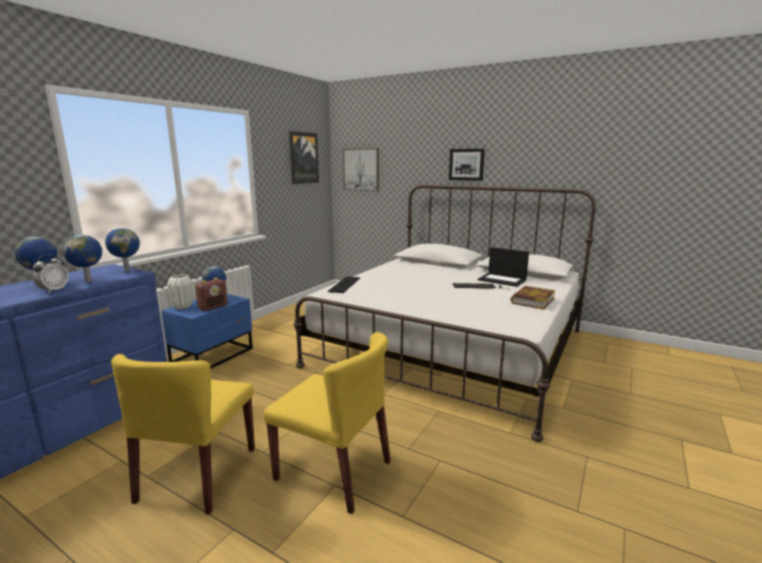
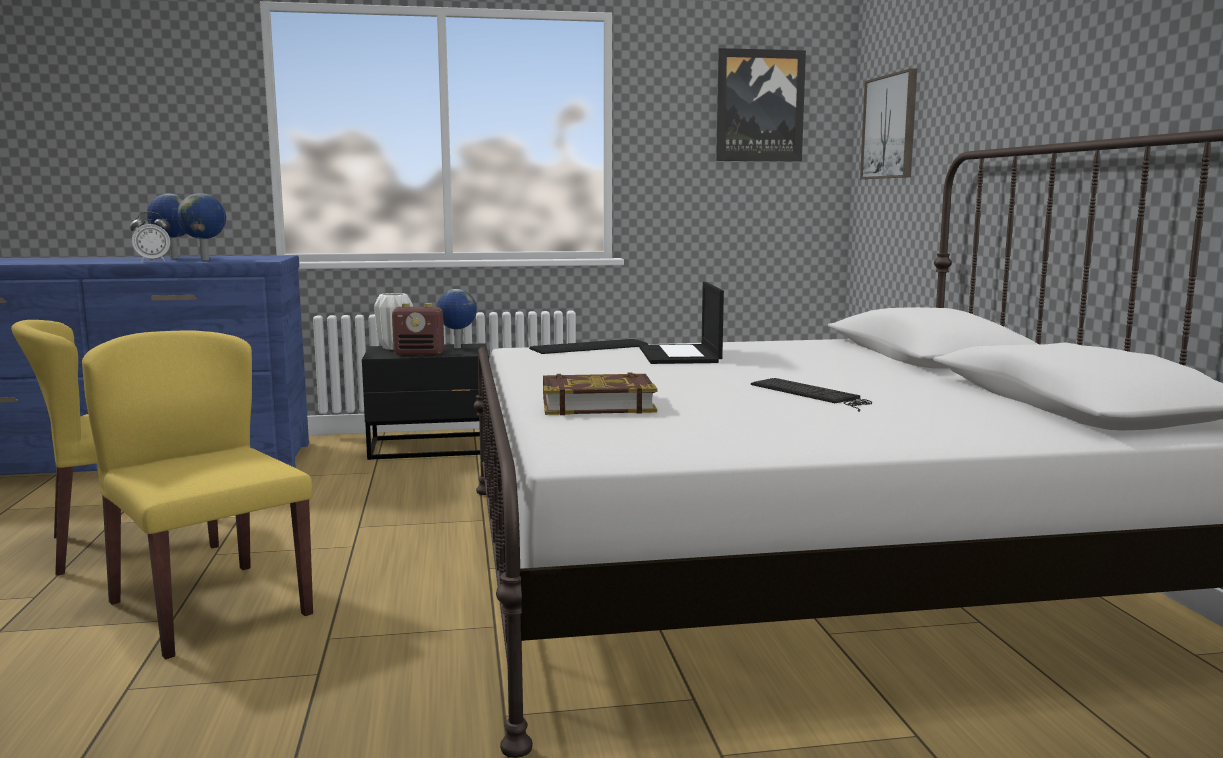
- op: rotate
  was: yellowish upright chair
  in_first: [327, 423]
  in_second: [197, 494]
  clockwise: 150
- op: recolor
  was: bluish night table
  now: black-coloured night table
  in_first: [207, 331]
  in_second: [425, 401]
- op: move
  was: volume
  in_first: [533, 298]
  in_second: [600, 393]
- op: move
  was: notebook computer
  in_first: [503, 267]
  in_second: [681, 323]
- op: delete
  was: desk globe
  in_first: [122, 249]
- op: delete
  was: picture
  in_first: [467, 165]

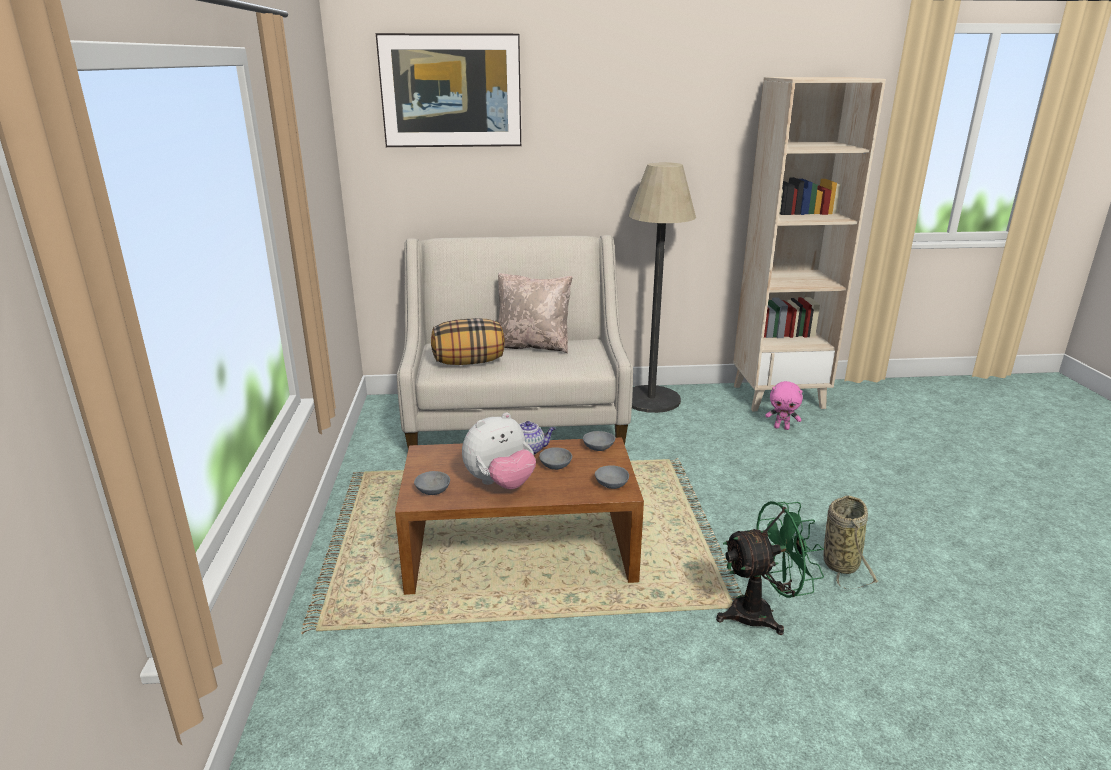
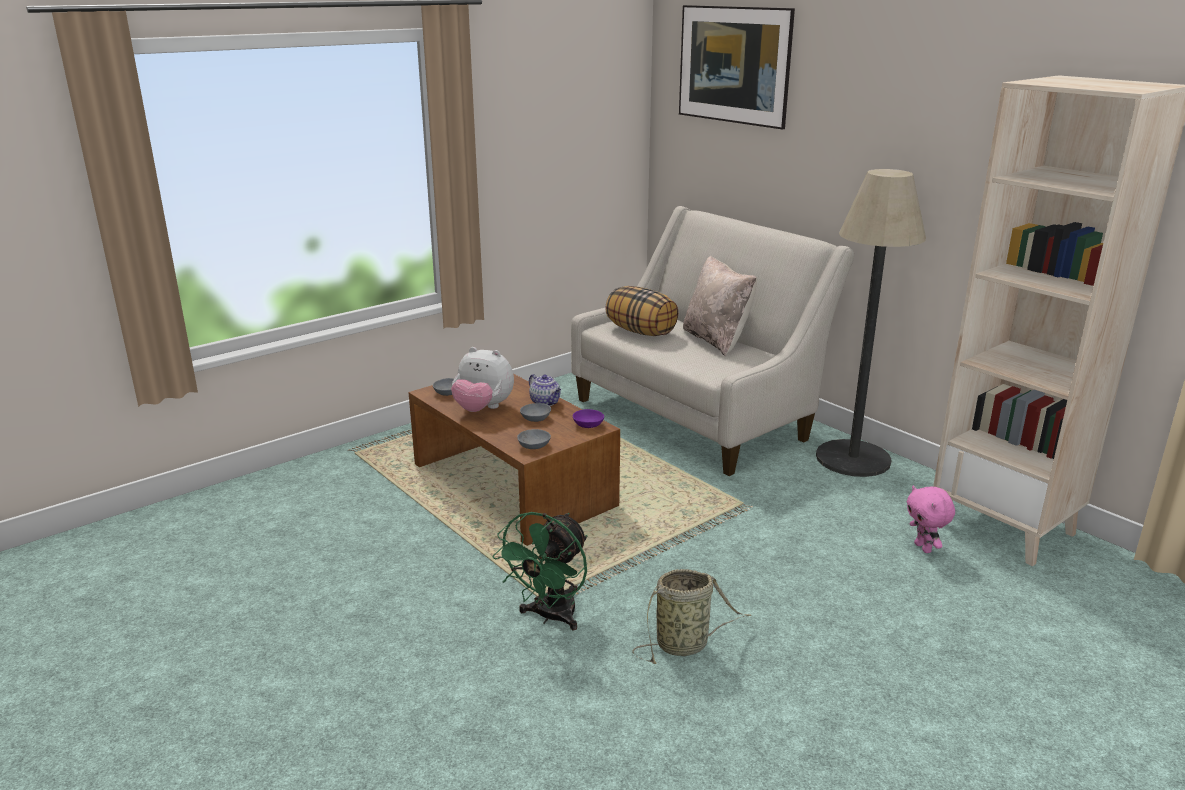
- op: rotate
  was: green-coloured electric fan
  in_first: [770, 568]
  in_second: [539, 571]
  clockwise: 75
- op: recolor
  was: gray bowl
  now: purple-coloured bowl
  in_first: [599, 441]
  in_second: [588, 418]

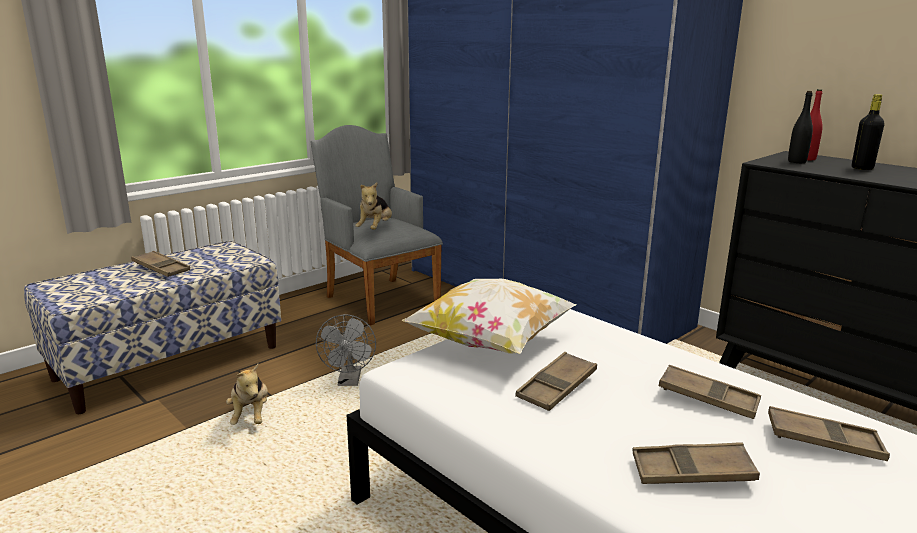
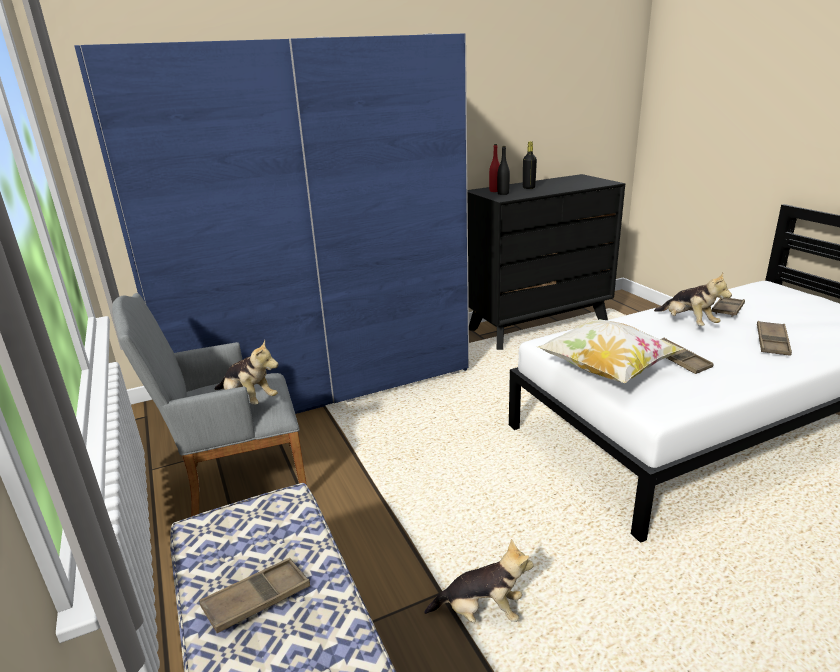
- op: replace
  was: brown serving tray
  now: soft toy
  in_first: [709, 392]
  in_second: [693, 299]
- op: delete
  was: gray electric fan
  in_first: [346, 350]

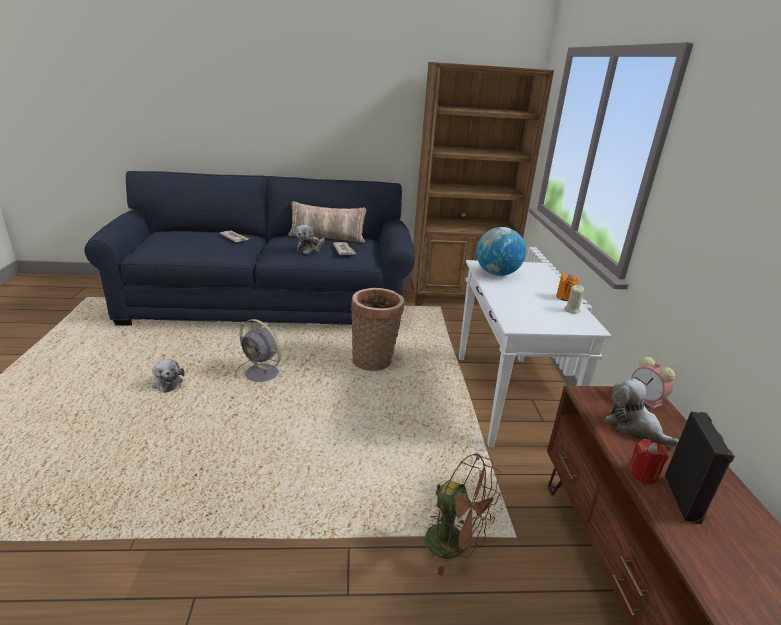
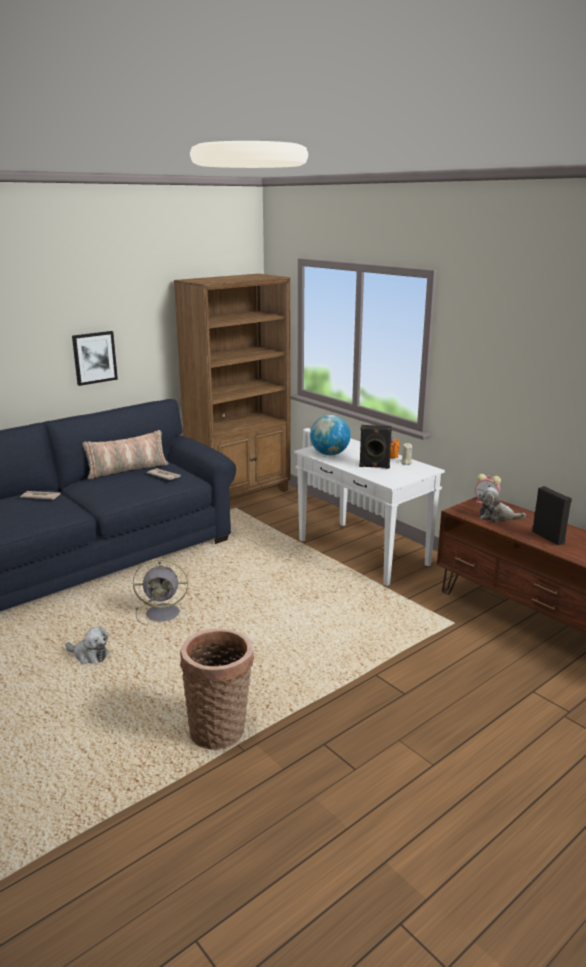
- op: insert
  now: picture
  in_second: [95, 358]
- op: move
  was: storage basket
  in_first: [377, 329]
  in_second: [217, 689]
- op: insert
  now: black-coloured audio speaker
  in_second: [375, 447]
- op: delete
  was: soft toy
  in_first: [310, 239]
- op: delete
  was: brown electric fan
  in_first: [463, 514]
- op: delete
  was: red candle
  in_first: [648, 461]

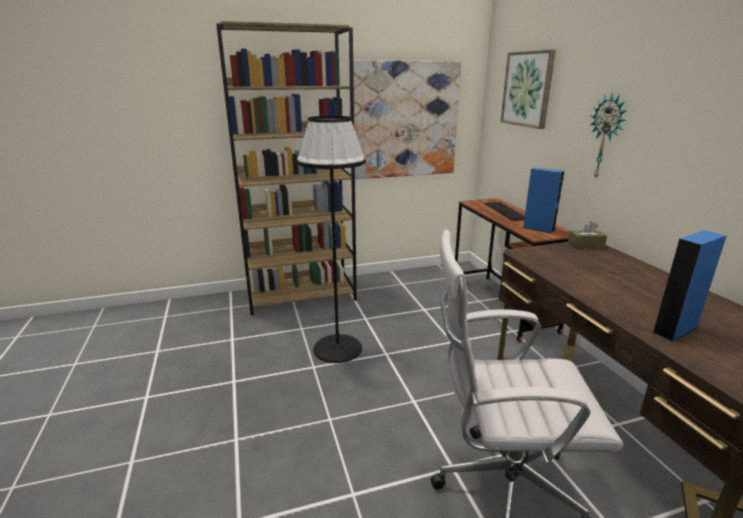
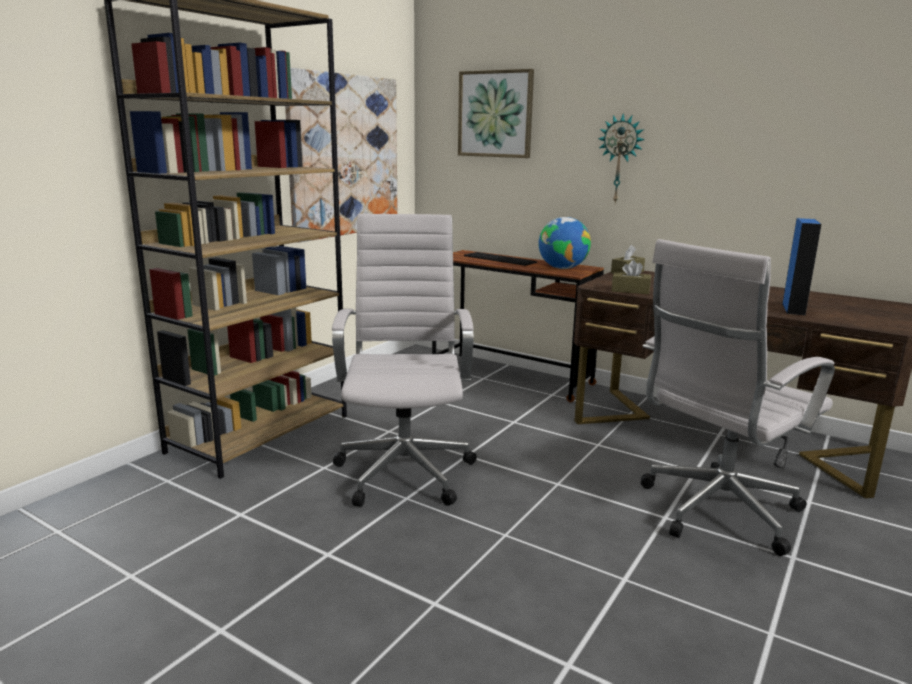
- op: replace
  was: black-coloured standing lamp
  now: white desk chair
  in_first: [331, 239]
  in_second: [404, 360]
- op: replace
  was: bluish audio speaker
  now: desk globe
  in_first: [543, 201]
  in_second: [565, 243]
- op: insert
  now: brown tissue box
  in_second: [631, 277]

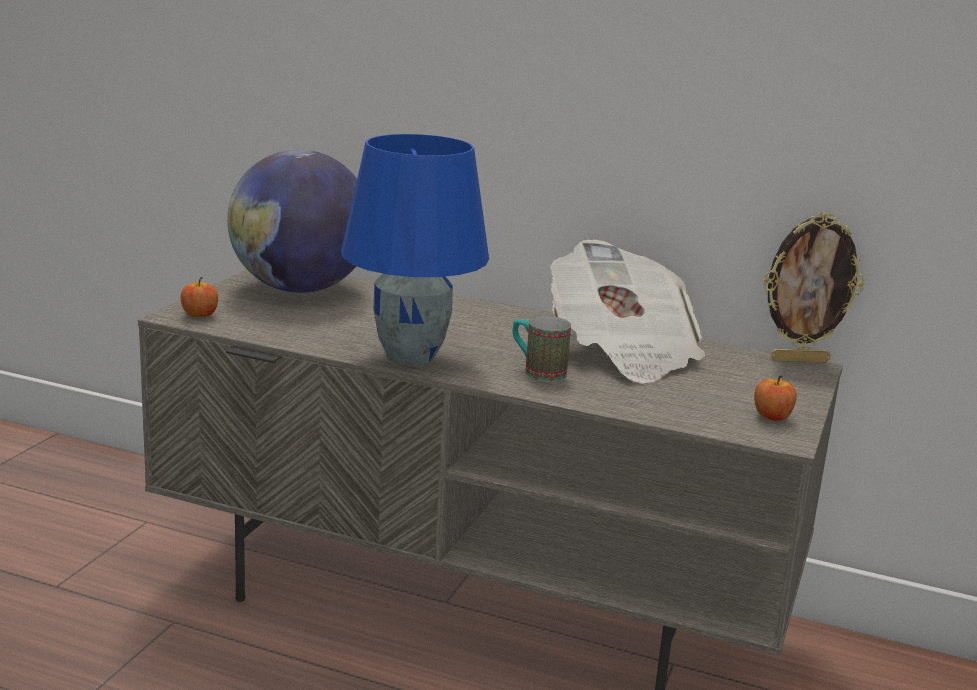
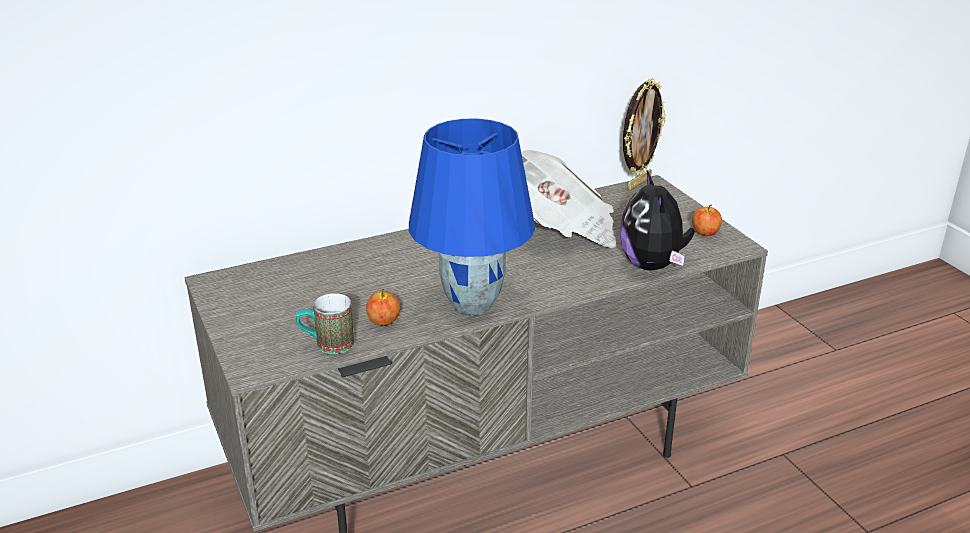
- op: move
  was: tea mug
  in_first: [542, 349]
  in_second: [325, 323]
- op: move
  was: apple
  in_first: [199, 297]
  in_second: [383, 307]
- op: insert
  now: soft toy
  in_second: [657, 220]
- op: delete
  was: desk globe
  in_first: [292, 221]

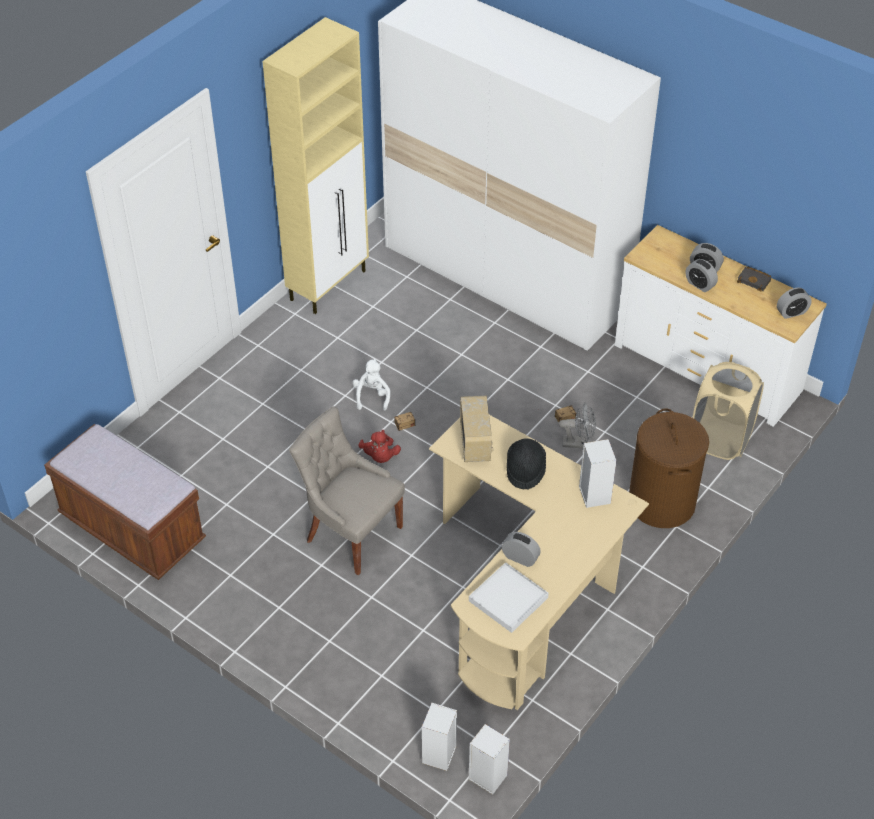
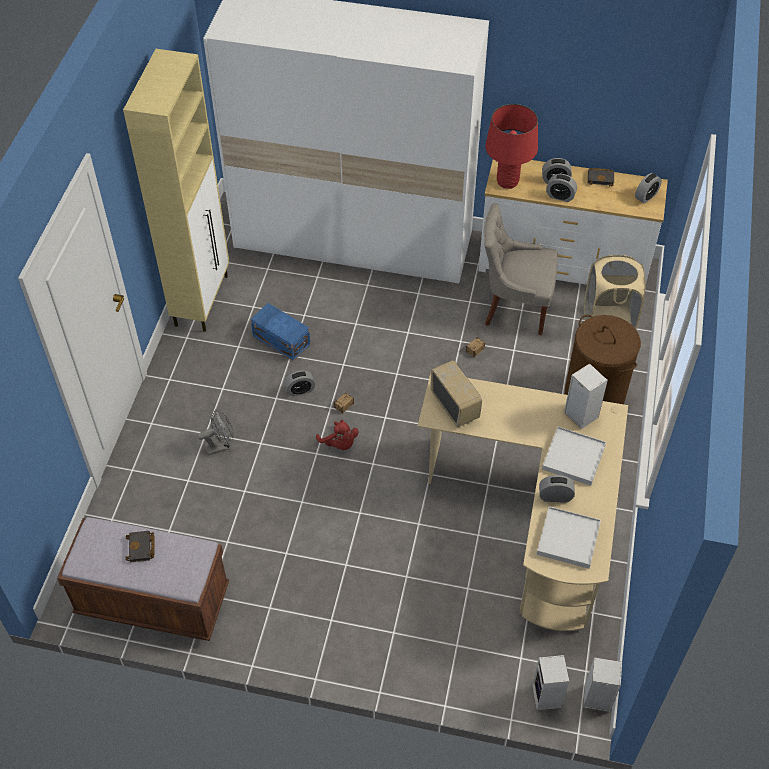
- op: insert
  now: black-coloured volume
  in_second: [140, 546]
- op: move
  was: gray electric fan
  in_first: [577, 425]
  in_second: [216, 432]
- op: insert
  now: bluish storage box
  in_second: [281, 332]
- op: replace
  was: white soft toy
  now: bedside clock
  in_first: [371, 384]
  in_second: [299, 383]
- op: move
  was: gray upright chair
  in_first: [347, 490]
  in_second: [521, 269]
- op: insert
  now: red table lamp
  in_second: [511, 146]
- op: insert
  now: white serving tray
  in_second: [574, 456]
- op: delete
  was: black-coloured hat
  in_first: [526, 464]

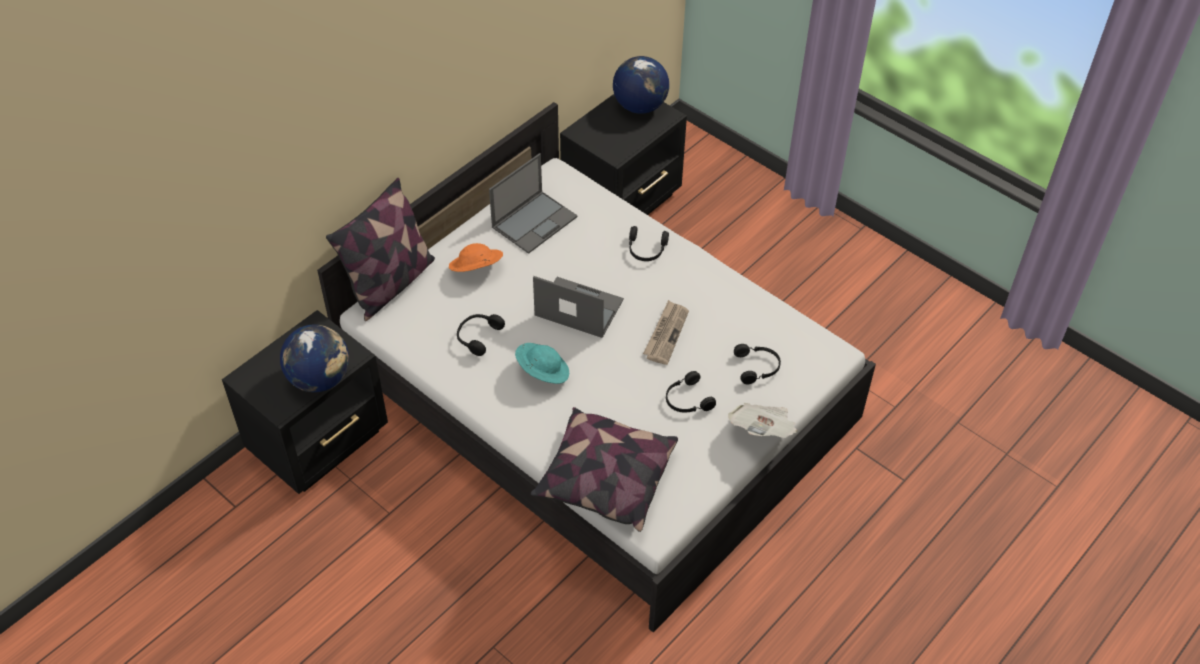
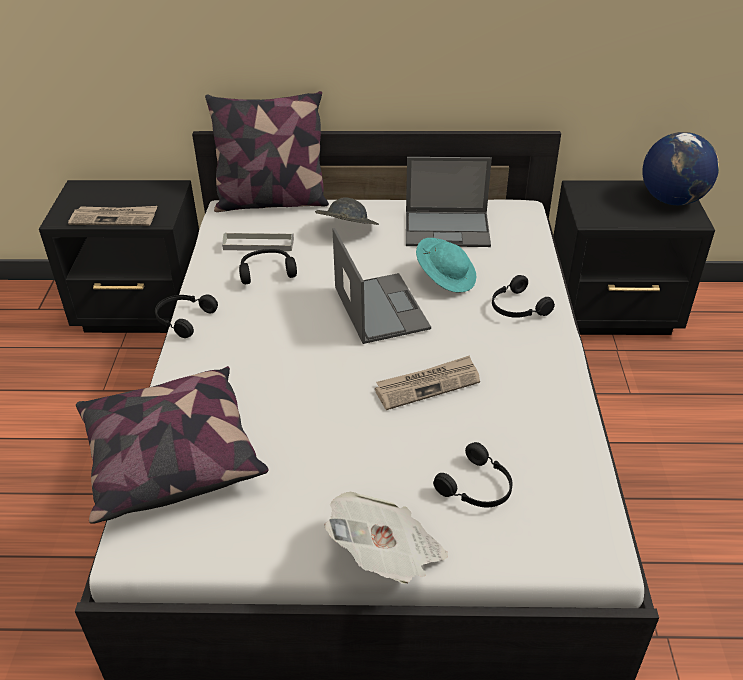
- op: replace
  was: desk globe
  now: printed paper
  in_first: [314, 358]
  in_second: [112, 216]
- op: move
  was: black-coloured headset
  in_first: [691, 392]
  in_second: [186, 316]
- op: insert
  now: gray serving tray
  in_second: [258, 241]
- op: recolor
  was: orange-coloured hat
  now: gray hat
  in_first: [476, 257]
  in_second: [347, 211]
- op: move
  was: turquoise-coloured hat
  in_first: [542, 363]
  in_second: [446, 265]

